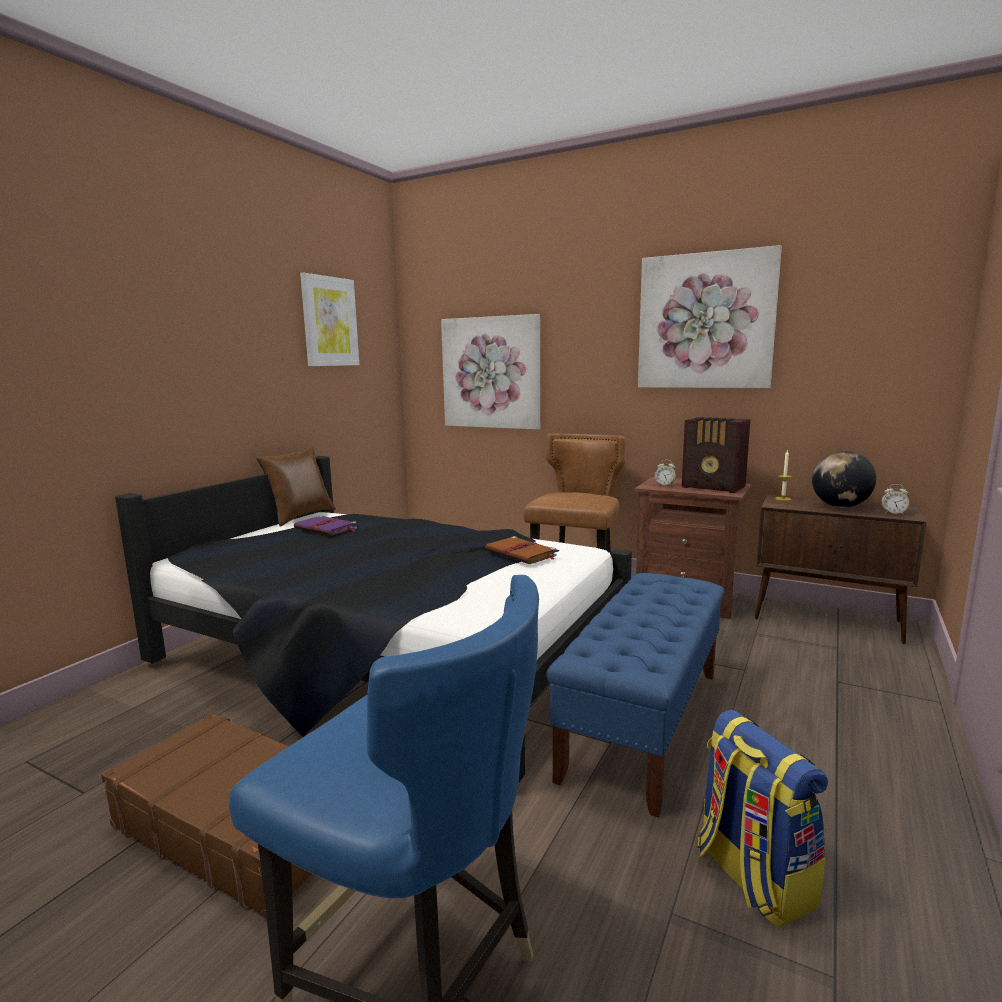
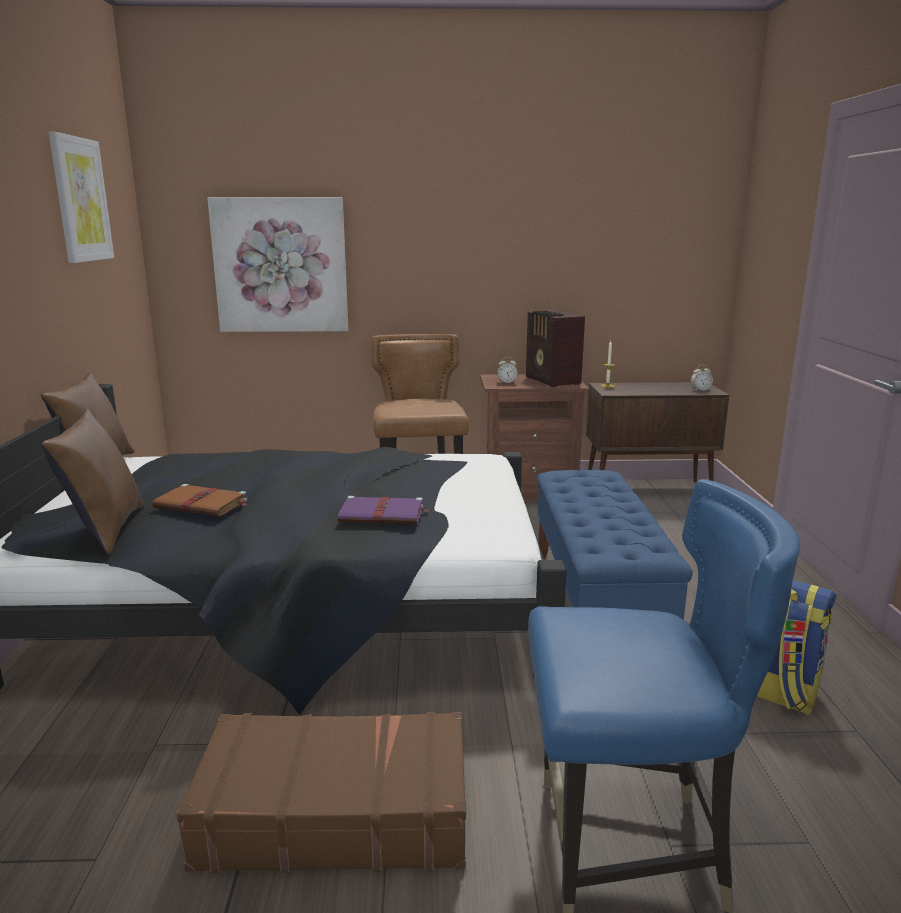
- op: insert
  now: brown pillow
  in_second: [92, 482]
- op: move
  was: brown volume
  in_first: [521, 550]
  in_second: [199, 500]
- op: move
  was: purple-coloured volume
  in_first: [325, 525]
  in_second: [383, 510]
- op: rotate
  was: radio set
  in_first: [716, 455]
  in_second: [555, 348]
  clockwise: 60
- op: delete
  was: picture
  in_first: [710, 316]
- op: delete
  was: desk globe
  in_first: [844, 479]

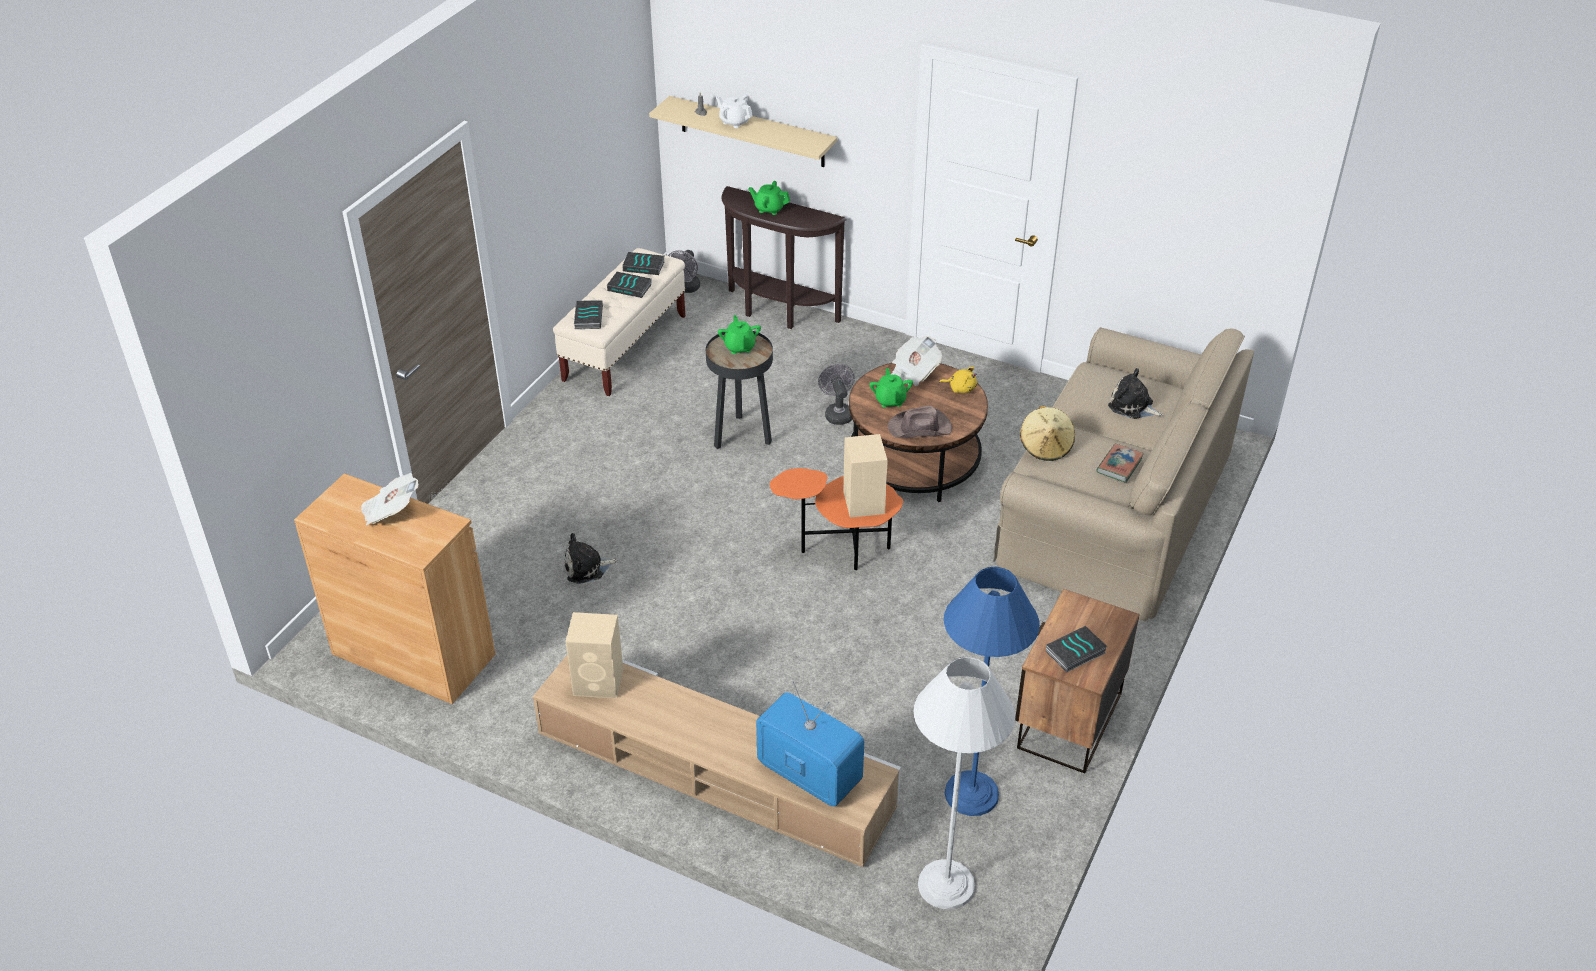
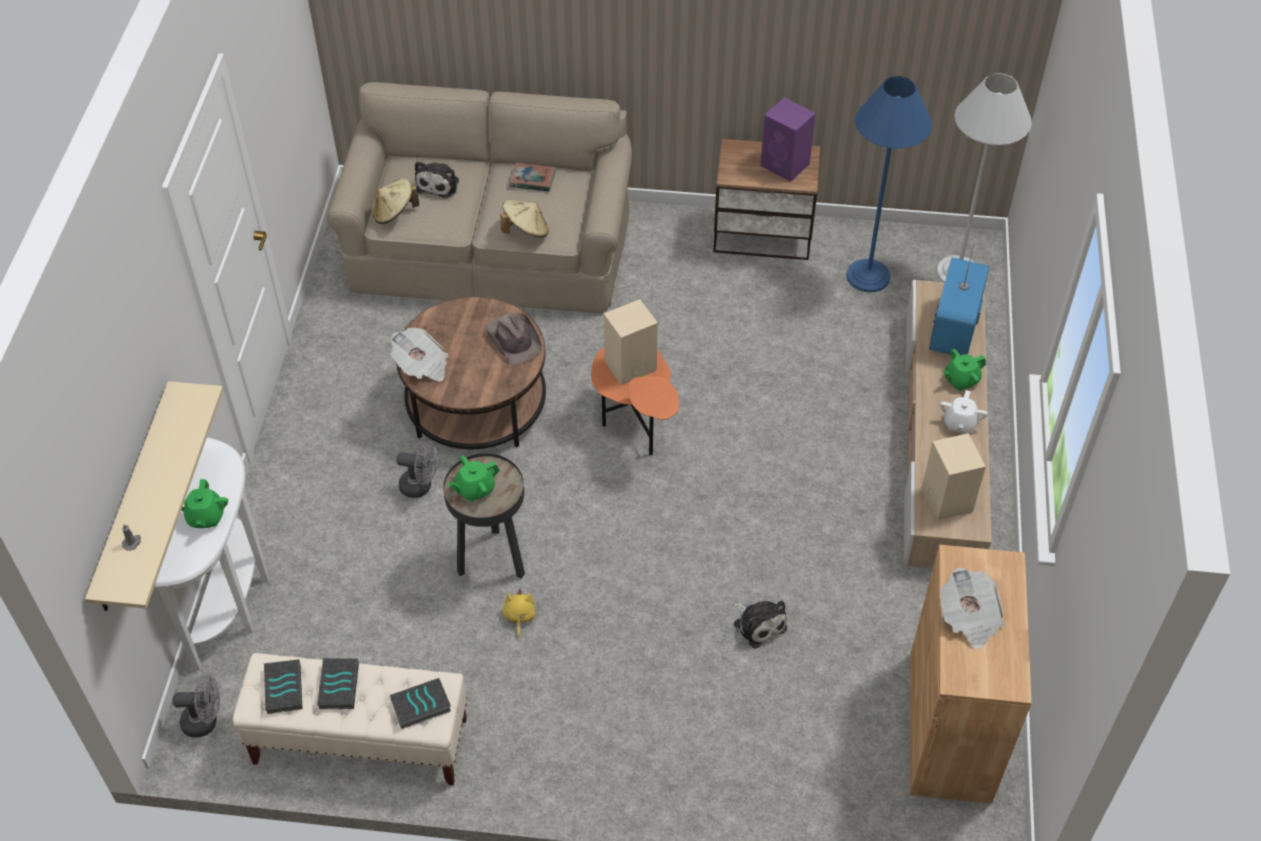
- op: recolor
  was: brown hall table
  now: white hall table
  in_first: [784, 257]
  in_second: [212, 553]
- op: insert
  now: beige hat
  in_second: [396, 201]
- op: rotate
  was: gray electric fan
  in_first: [836, 394]
  in_second: [417, 470]
  clockwise: -135
- op: move
  was: yellowish soft toy
  in_first: [958, 380]
  in_second: [519, 613]
- op: replace
  was: volume
  now: purple-coloured audio speaker
  in_first: [1077, 649]
  in_second: [788, 139]
- op: move
  was: white pot for tea
  in_first: [734, 111]
  in_second: [964, 412]
- op: move
  was: green-coloured pot for tea
  in_first: [891, 388]
  in_second: [964, 369]

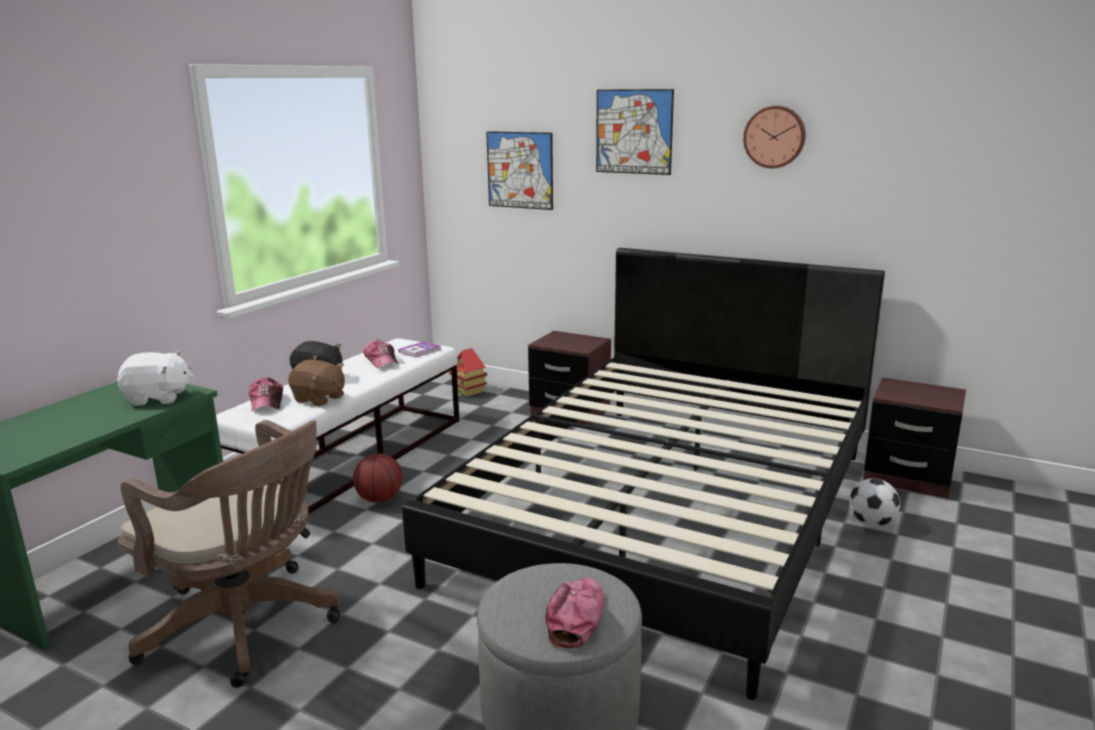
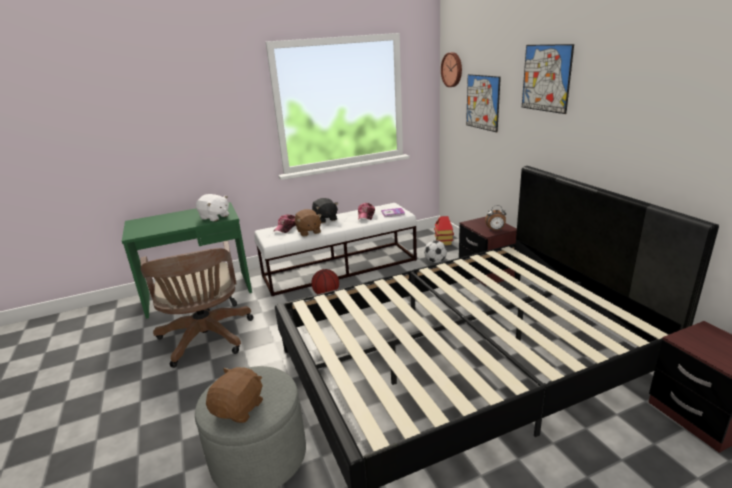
- op: replace
  was: peaked cap
  now: brown soft toy
  in_first: [575, 613]
  in_second: [234, 395]
- op: move
  was: ball for football
  in_first: [874, 502]
  in_second: [435, 251]
- op: move
  was: wall clock
  in_first: [774, 137]
  in_second: [451, 69]
- op: insert
  now: bedside clock
  in_second: [495, 218]

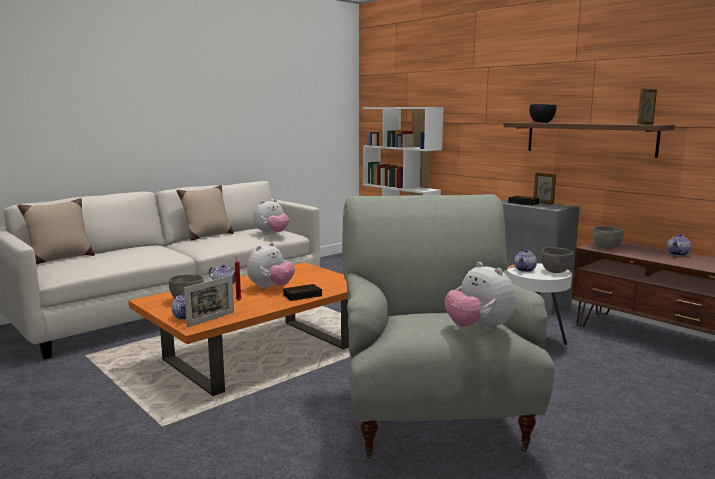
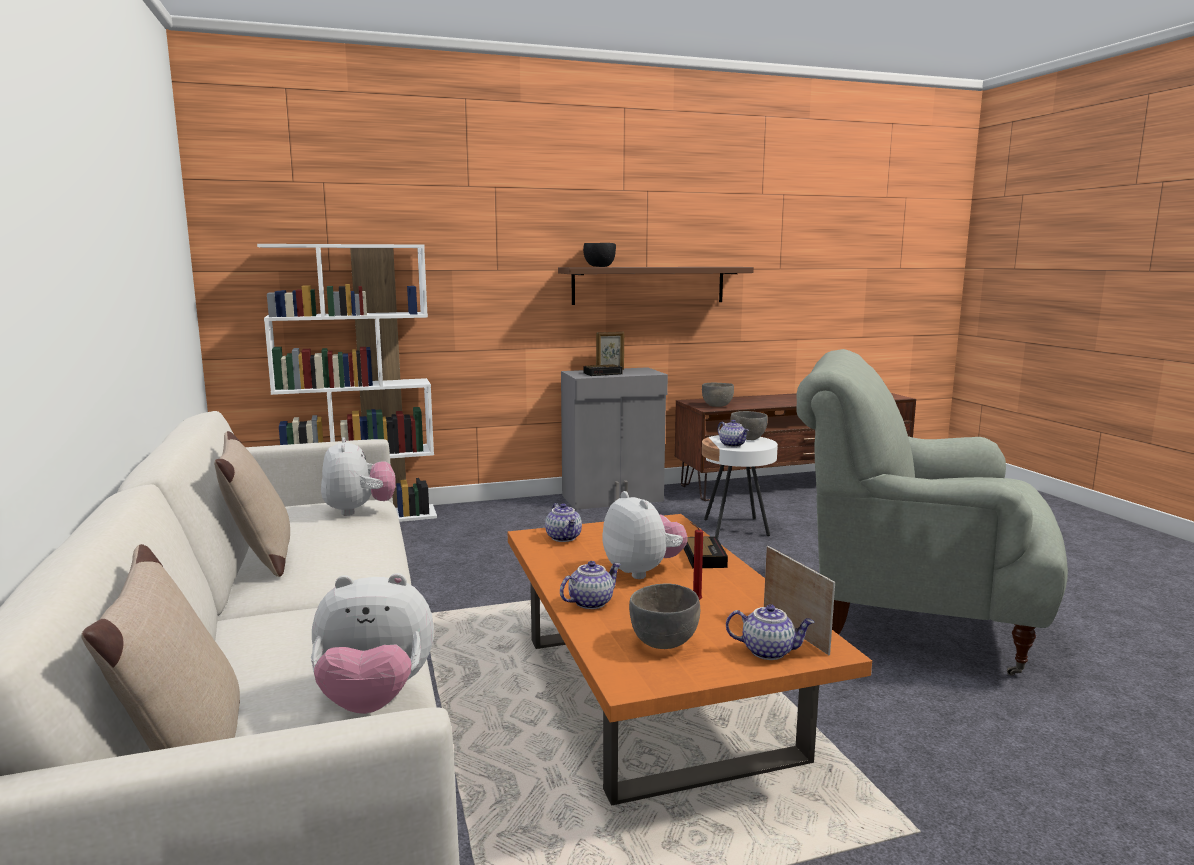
- op: move
  was: soft toy
  in_first: [480, 296]
  in_second: [372, 643]
- op: move
  was: pot for tea
  in_first: [679, 245]
  in_second: [563, 522]
- op: delete
  was: photo frame
  in_first: [647, 106]

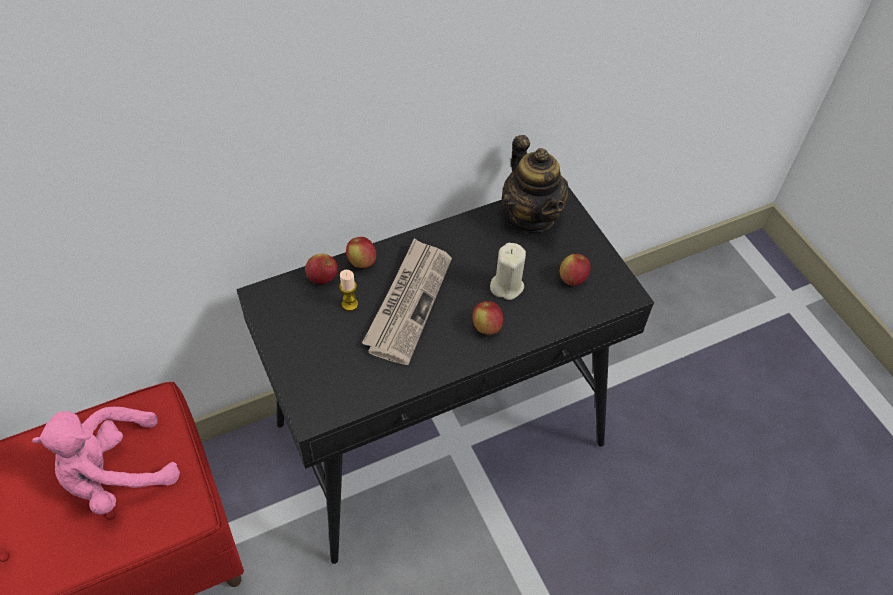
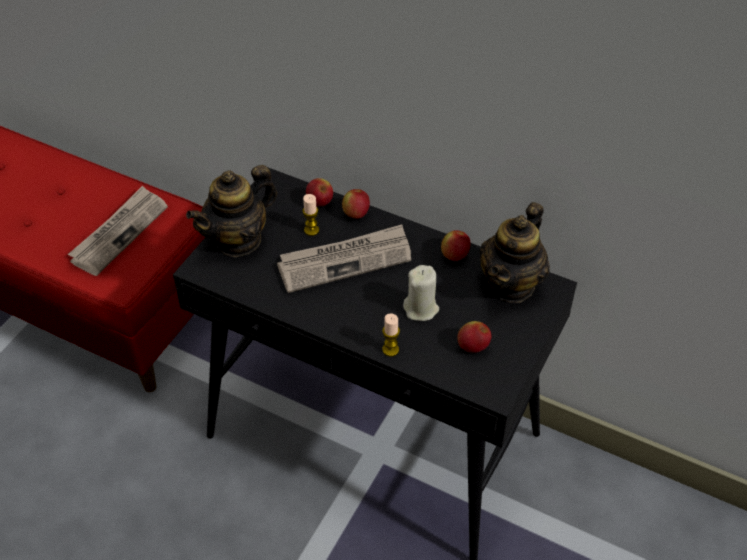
- op: replace
  was: pinkish soft toy
  now: printed paper
  in_first: [106, 461]
  in_second: [118, 231]
- op: insert
  now: pot for tea
  in_second: [231, 211]
- op: insert
  now: candle
  in_second: [391, 334]
- op: move
  was: apple
  in_first: [487, 318]
  in_second: [455, 245]

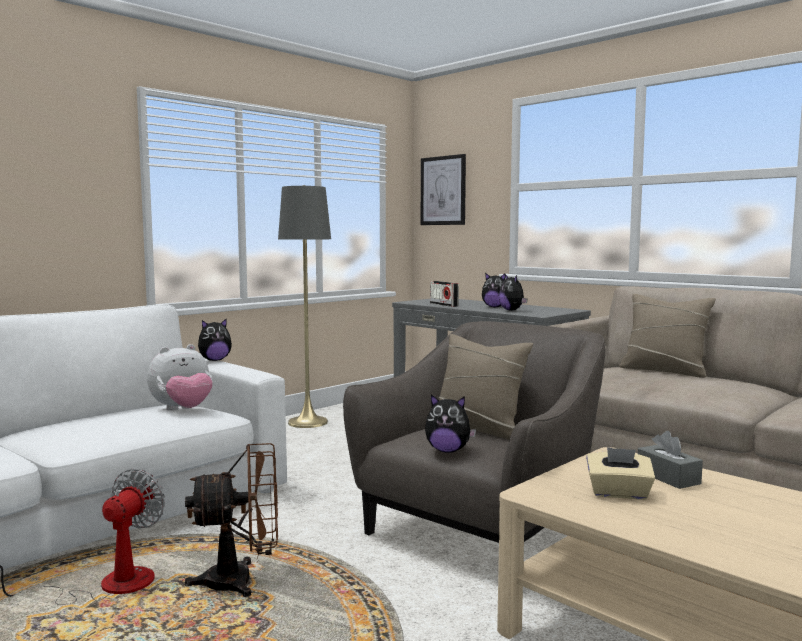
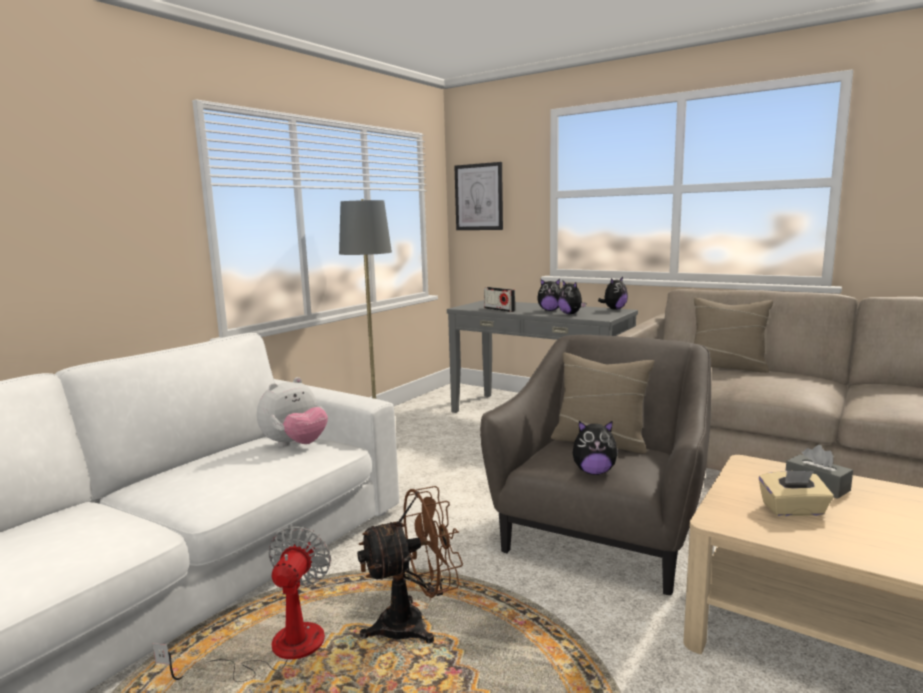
- op: move
  was: soft toy
  in_first: [215, 339]
  in_second: [613, 293]

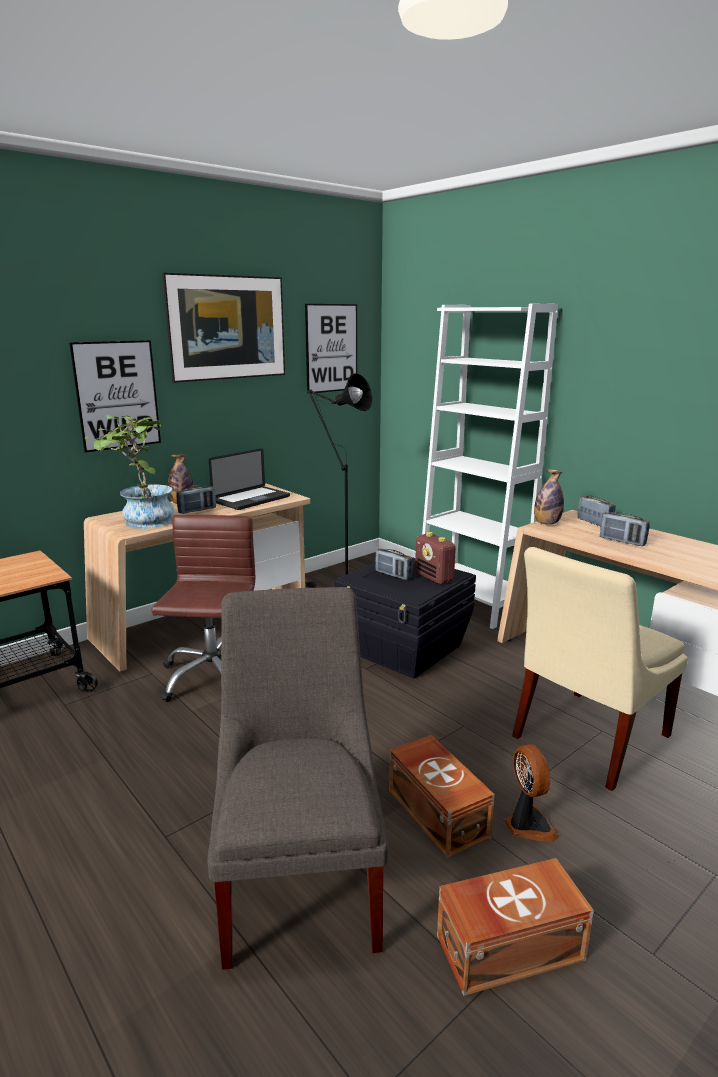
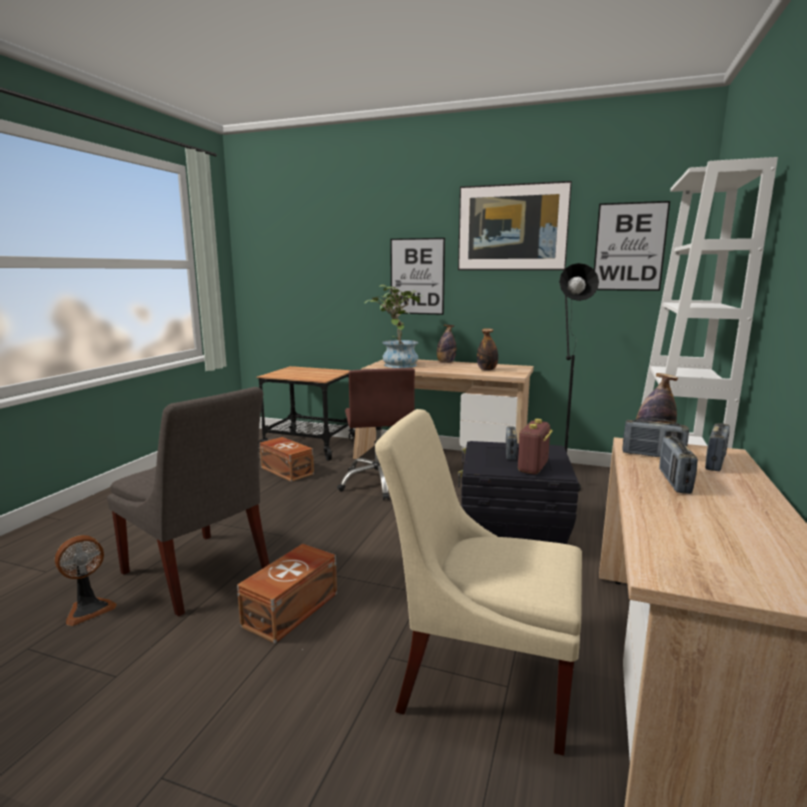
- op: move
  was: electric fan
  in_first: [531, 793]
  in_second: [86, 580]
- op: rotate
  was: gray upright chair
  in_first: [298, 778]
  in_second: [188, 501]
  clockwise: 75
- op: move
  was: brown storage box
  in_first: [515, 927]
  in_second: [286, 459]
- op: rotate
  was: brown desk chair
  in_first: [203, 608]
  in_second: [376, 434]
  clockwise: 105
- op: replace
  was: notebook computer
  now: bottle
  in_first: [249, 479]
  in_second: [487, 349]
- op: move
  was: radio set
  in_first: [196, 499]
  in_second: [655, 438]

